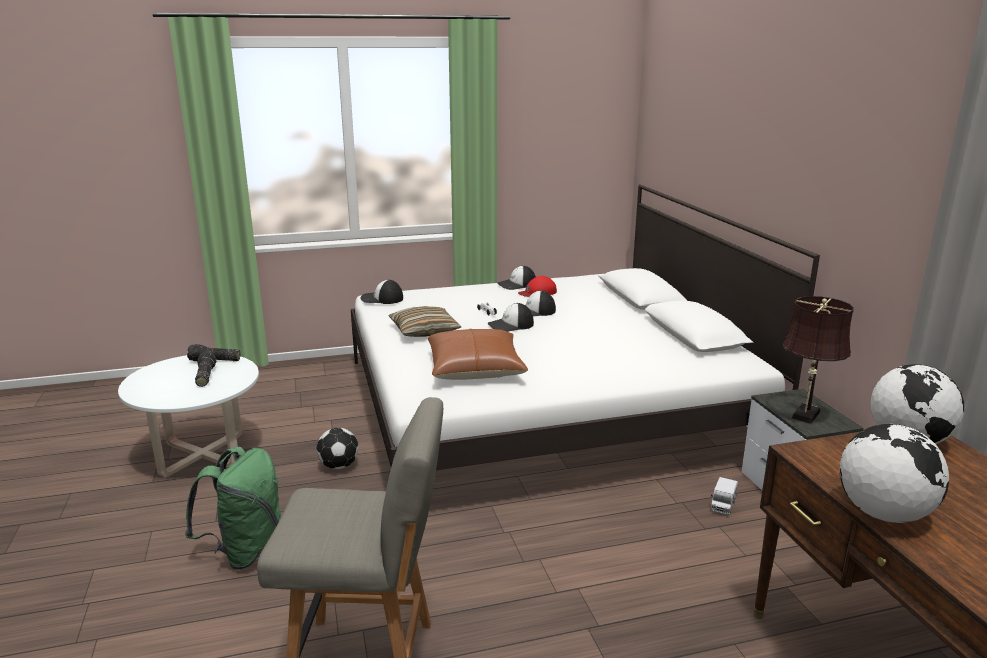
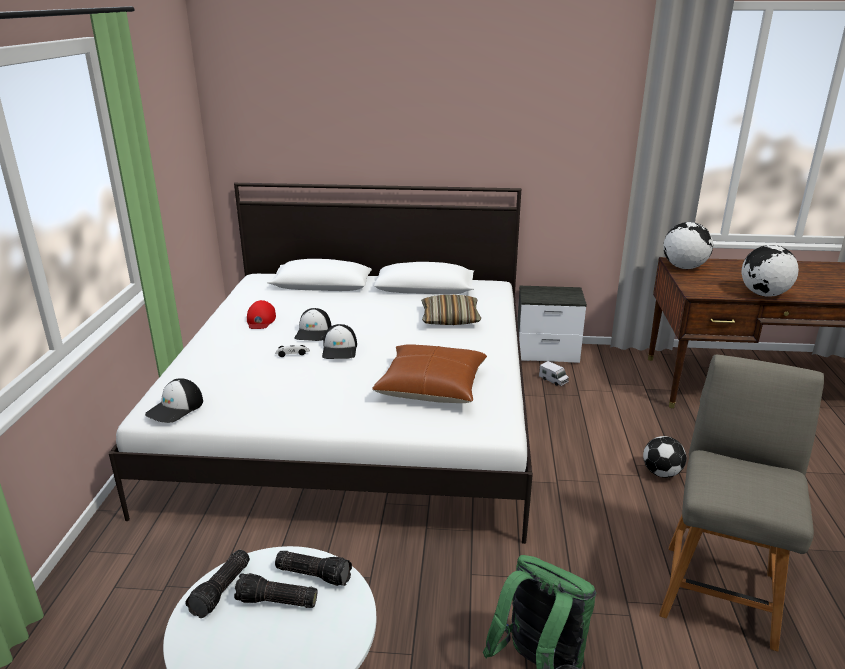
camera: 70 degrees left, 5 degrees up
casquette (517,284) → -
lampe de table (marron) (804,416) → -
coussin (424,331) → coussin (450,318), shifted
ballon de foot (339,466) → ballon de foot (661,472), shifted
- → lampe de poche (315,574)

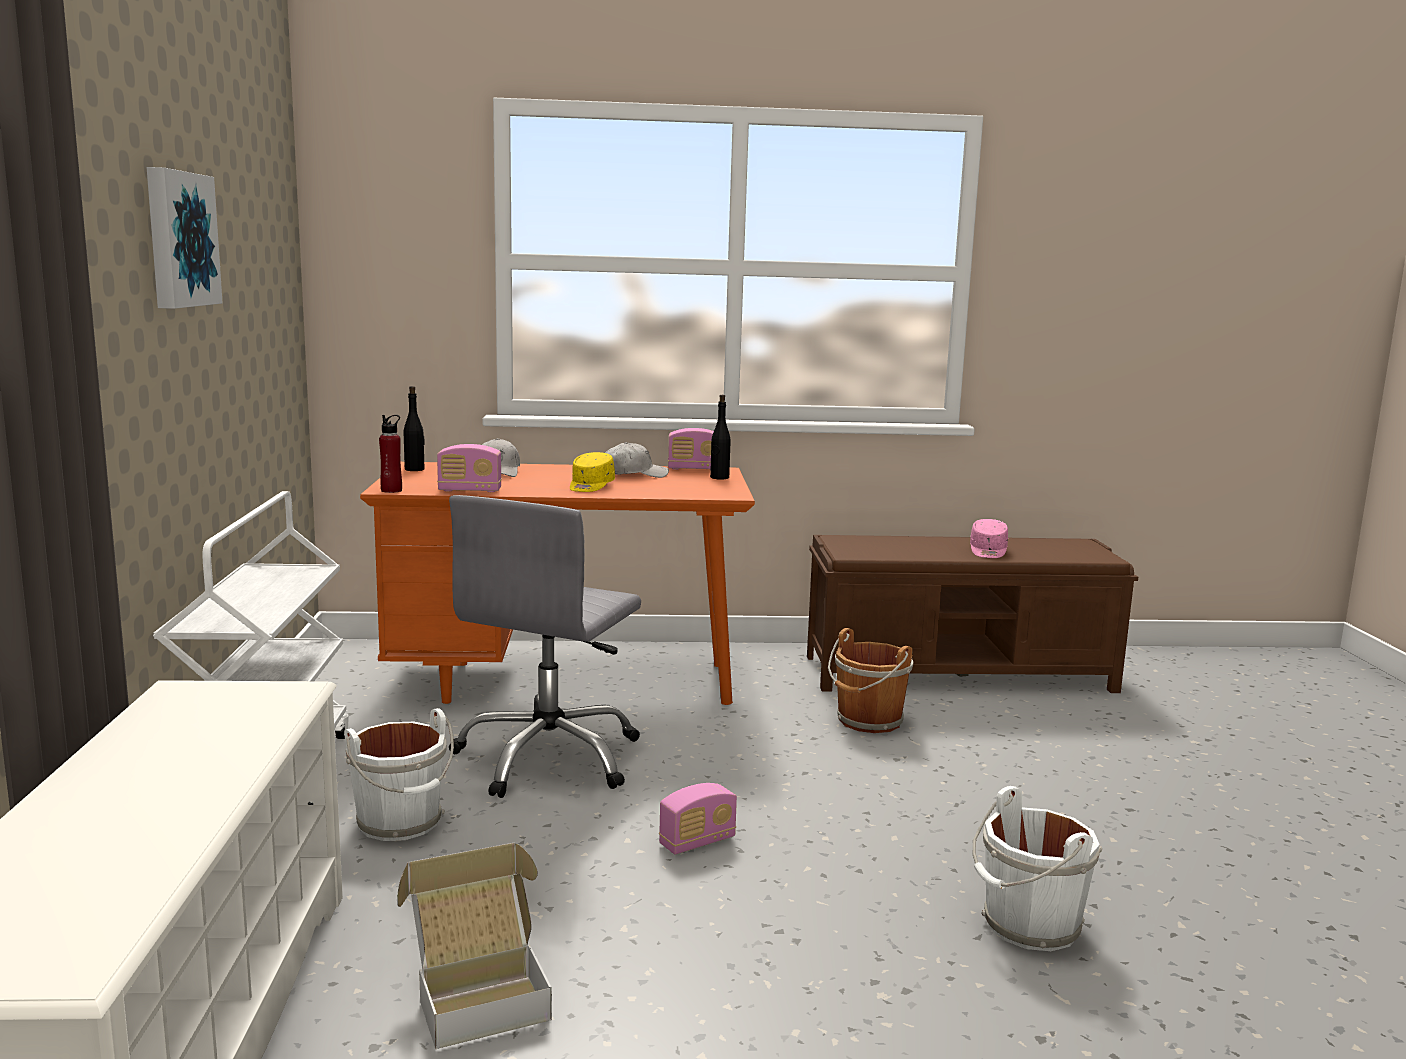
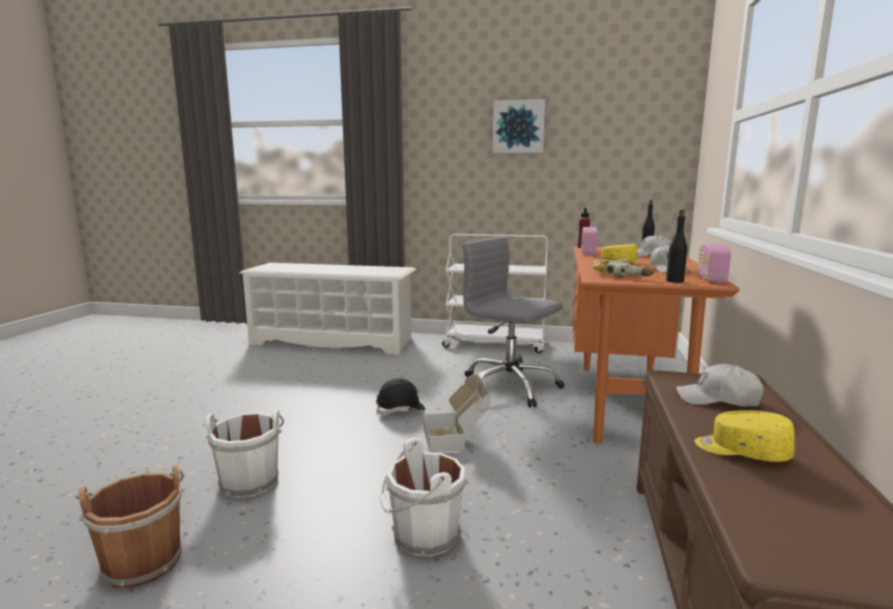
camera: 105 degrees right, 0 degrees up
casquette (rose) (988,551) → casquette (jaune) (741,451)
seau (marron) (868,721) → seau (marron) (142,561), shifted
seau (blanc) (401,823) → seau (blanc) (423,536), shifted
radio (697,842) → casque de chantier (noir) (400,410)
carton (478,993) → carton (456,438), shifted
- → perceuse (623,274)
- → casquette (blanc) (718,399)

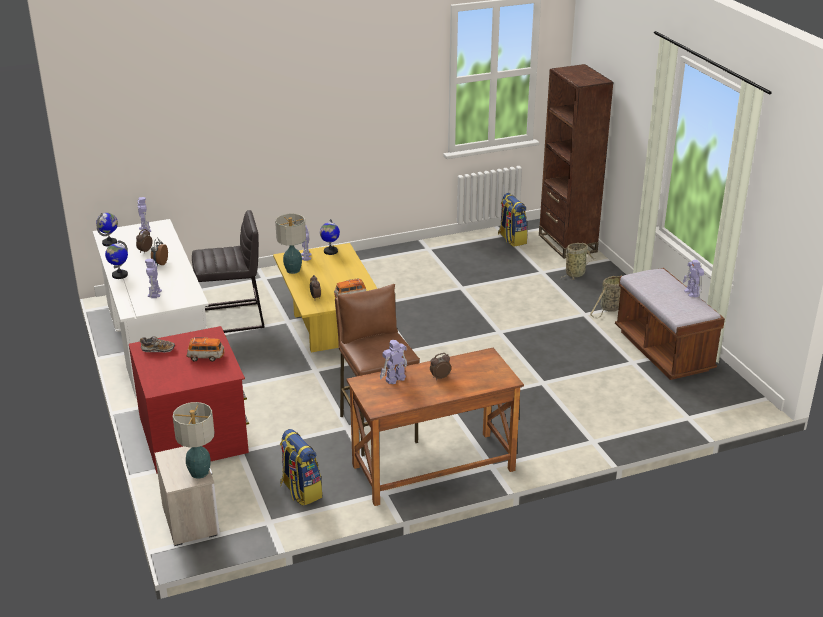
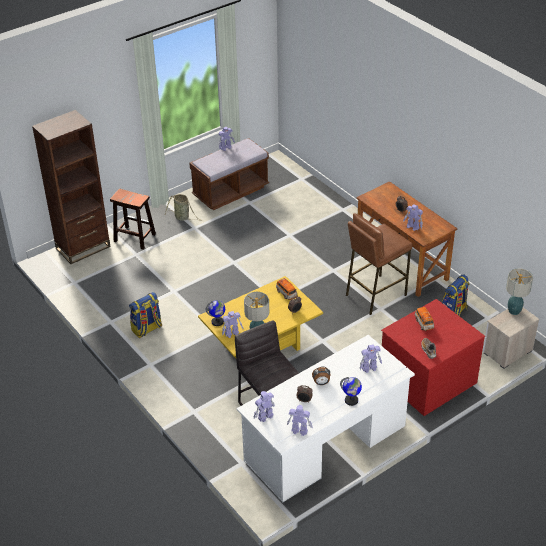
camera: 105 degrees left, 10 degrees up
sac à dos (511,239) → sac à dos (147,329), shifted
globe (110,243) → robot jouet (299,430)
panier (576,273) → tabouret (marron) (134,237)

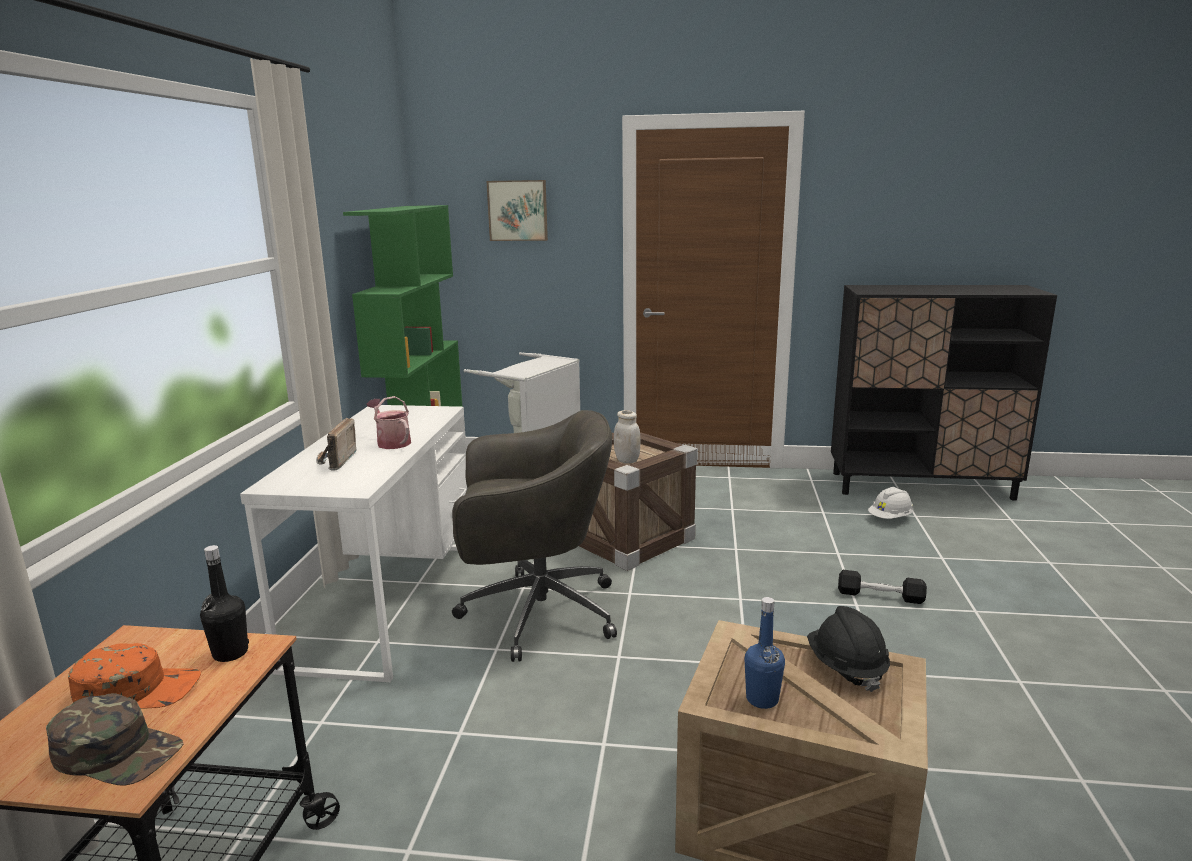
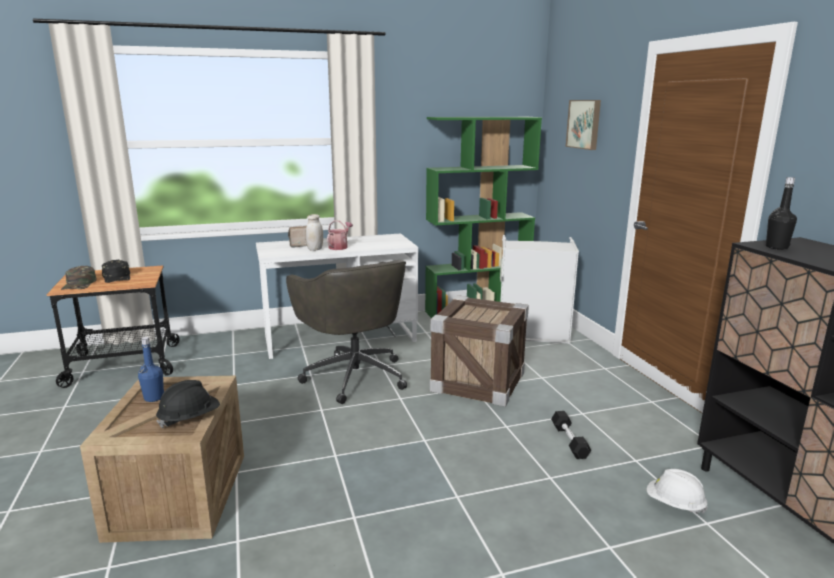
camera: 65 degrees right, 0 degrees up
bocal (blanc) (627,460) → bocal (blanc) (315,249), shifted
bouteille (noir) (230,653) → bouteille (noir) (776,247), shifted
haltère (noir) (880,596) → haltère (noir) (569,441), shifted
casquette (orange) (138,689) → casquette (noir) (117,277)

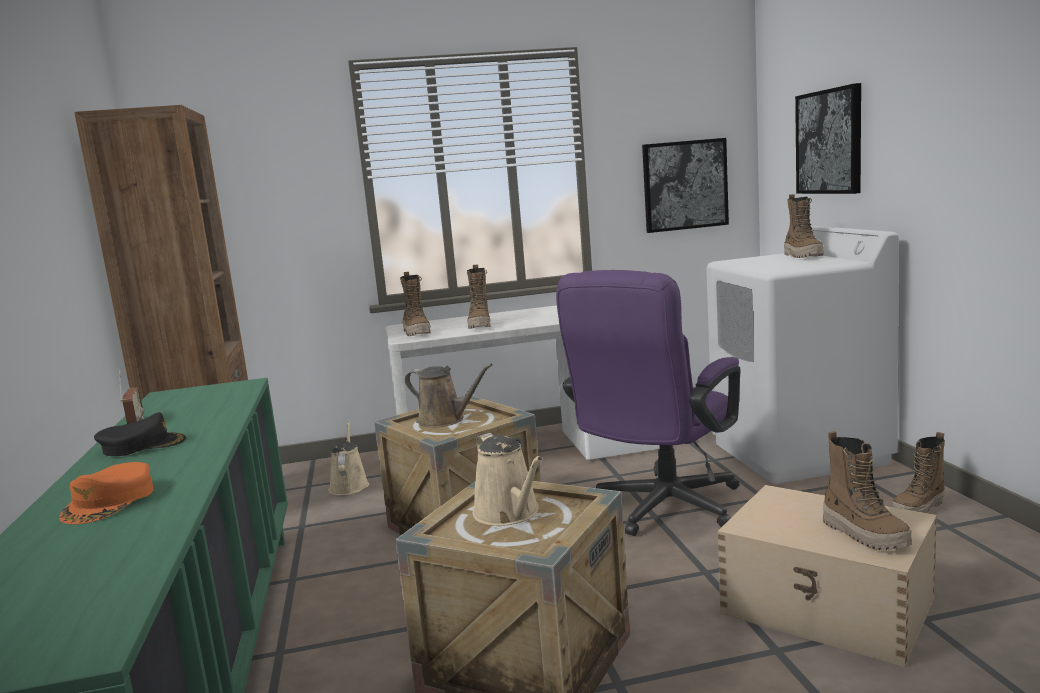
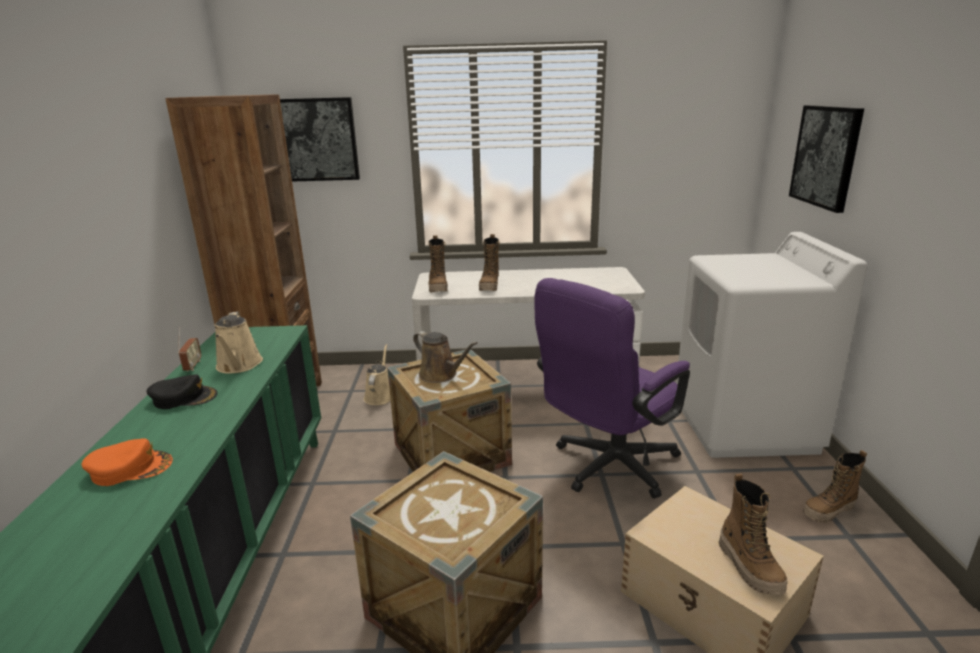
camera: 10 degrees right, 10 degrees up
tableau (684,185) → tableau (316,140), shifted
botte (803,256) → -
arrosoir (beige) (509,513) → arrosoir (beige) (239,366), shifted
casquette (orange) (110,502) → casquette (orange) (130,468), 120 degrees counterclockwise

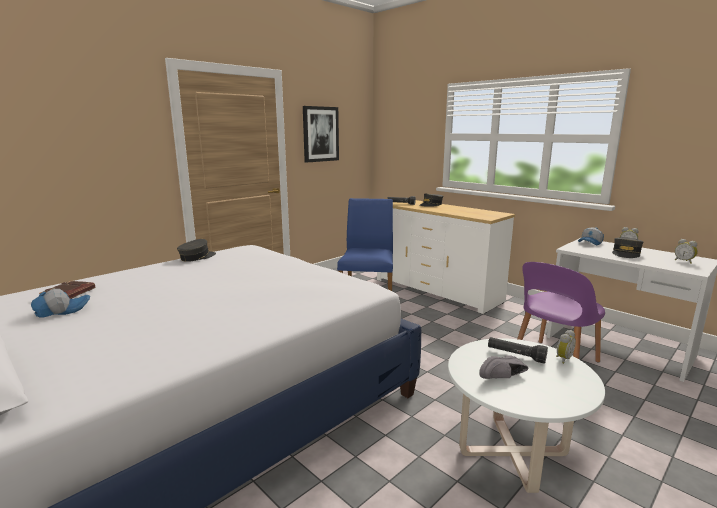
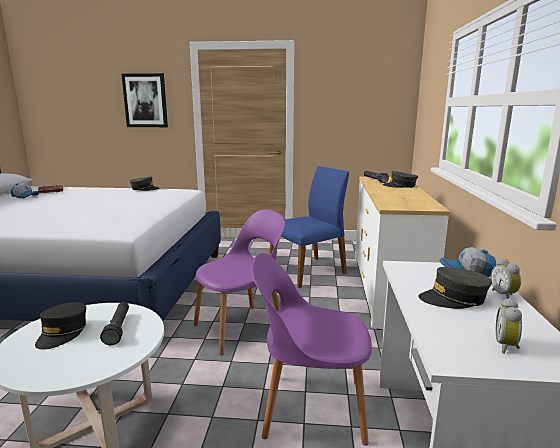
camera: 50 degrees right, 0 degrees up
tableau (320,134) → tableau (145,100), shifted
réveil (562,359) → -
chaussure (gris) (504,378) → casquette (noir) (63,332)
- → chaise (violet) (241,328)

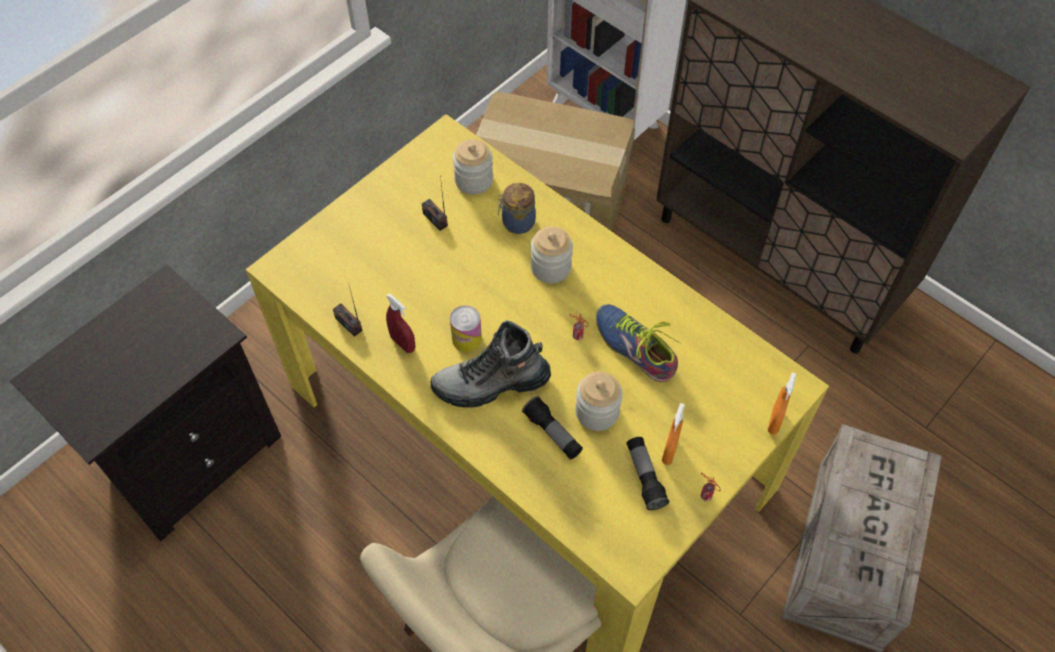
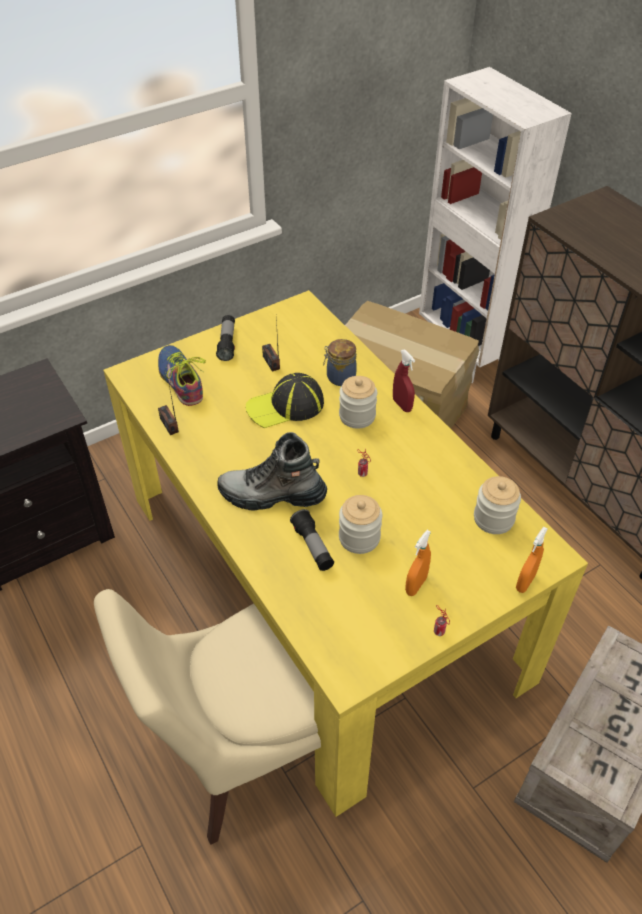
camera: 15 degrees right, 10 degrees down
bocal (474,180) → bocal (493,519), shifted
vaporisateur (rouge) (403,343) → vaporisateur (rouge) (402,405), shifted
chaussure (634,347) → chaussure (180,380), shifted
boîte métallique (467,339) → -
lampe de poche (645,477) → lampe de poche (227,343), shifted
- → casquette (285,406)

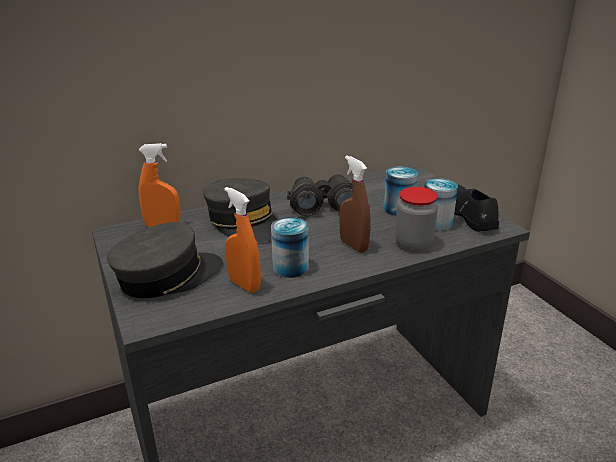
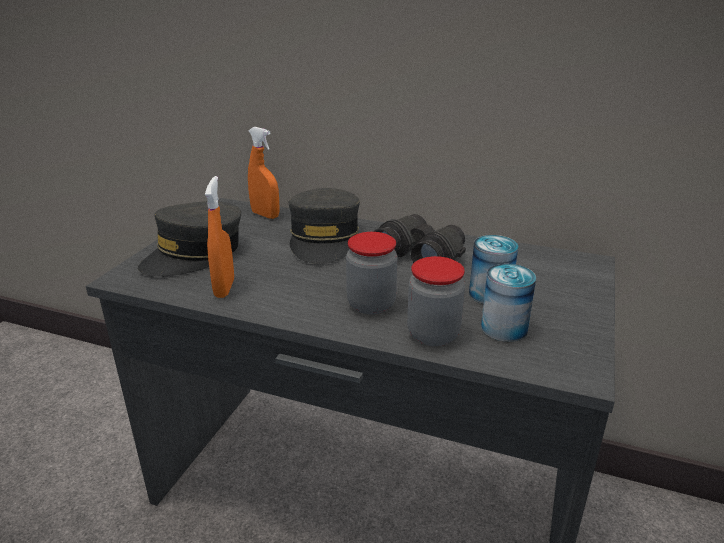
camera: 45 degrees right, 0 degrees up
vaporisateur (marron) (353,246) → bocal (371,304)
chaussure (noir) (469,214) → -
boîte métallique (290,268) → -
casquette (gris) (168,276) → casquette (gris) (194,254), 120 degrees clockwise

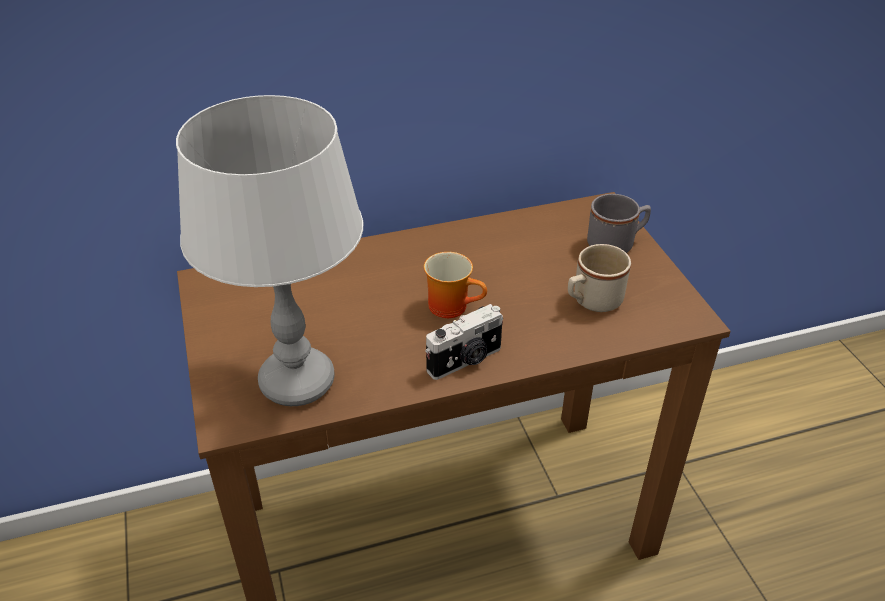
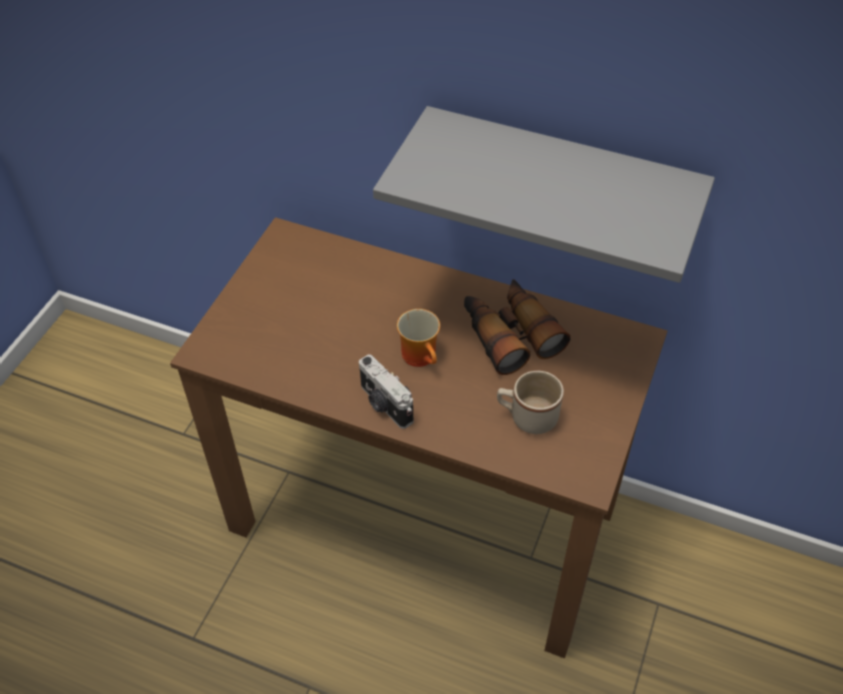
camera: 40 degrees right, 10 degrees up
lampe de table (gris) (298,382) → -
mug (gris) (616,244) → -
appareil photo (466,361) → appareil photo (384,405), 45 degrees clockwise
- → étagère (gris) (559,184)
- → jumelles (509,333)

